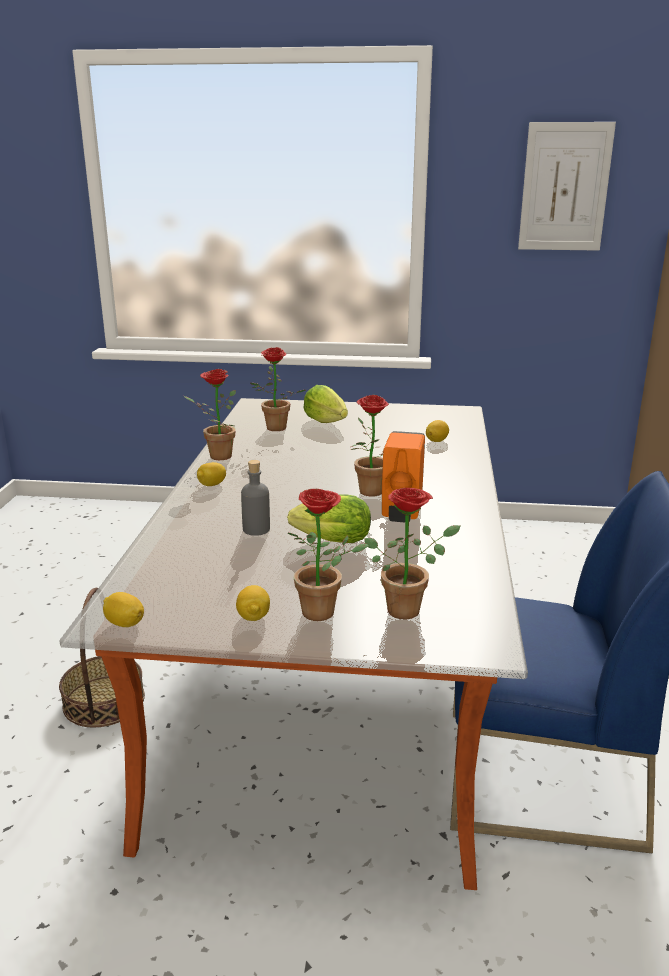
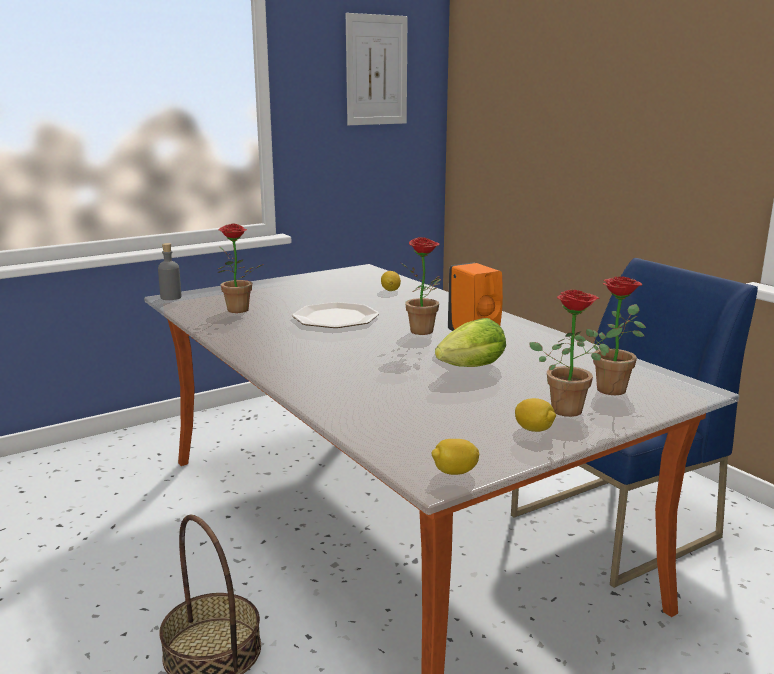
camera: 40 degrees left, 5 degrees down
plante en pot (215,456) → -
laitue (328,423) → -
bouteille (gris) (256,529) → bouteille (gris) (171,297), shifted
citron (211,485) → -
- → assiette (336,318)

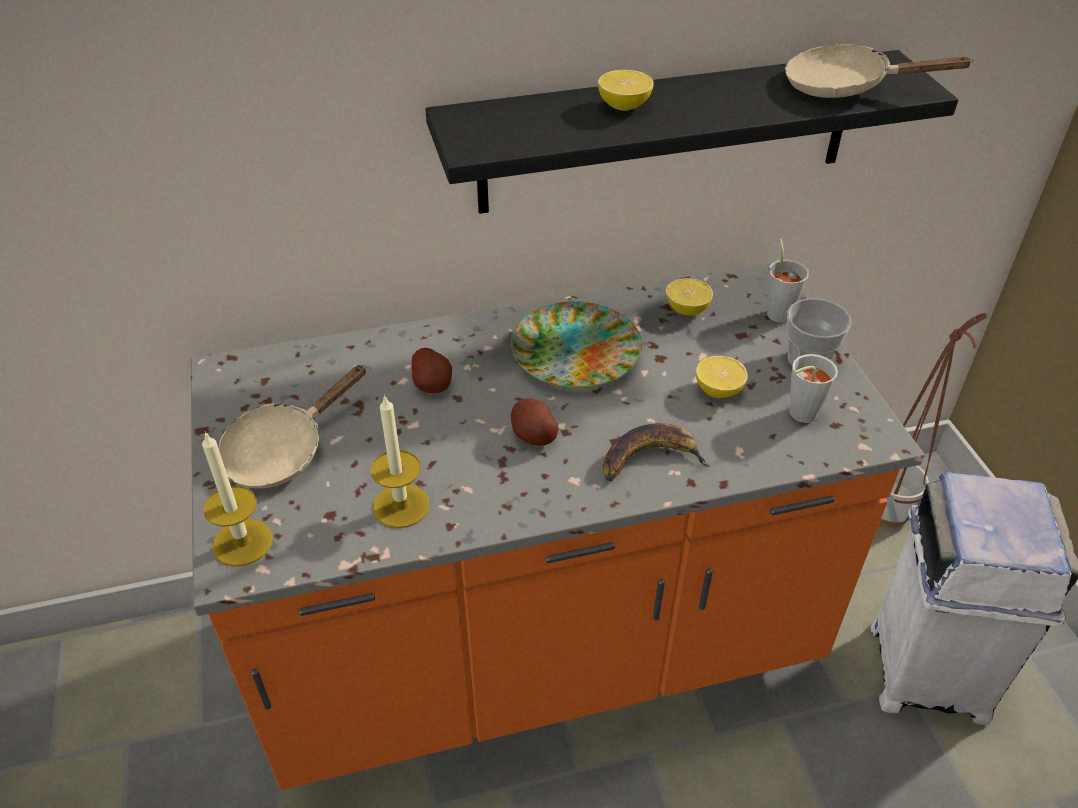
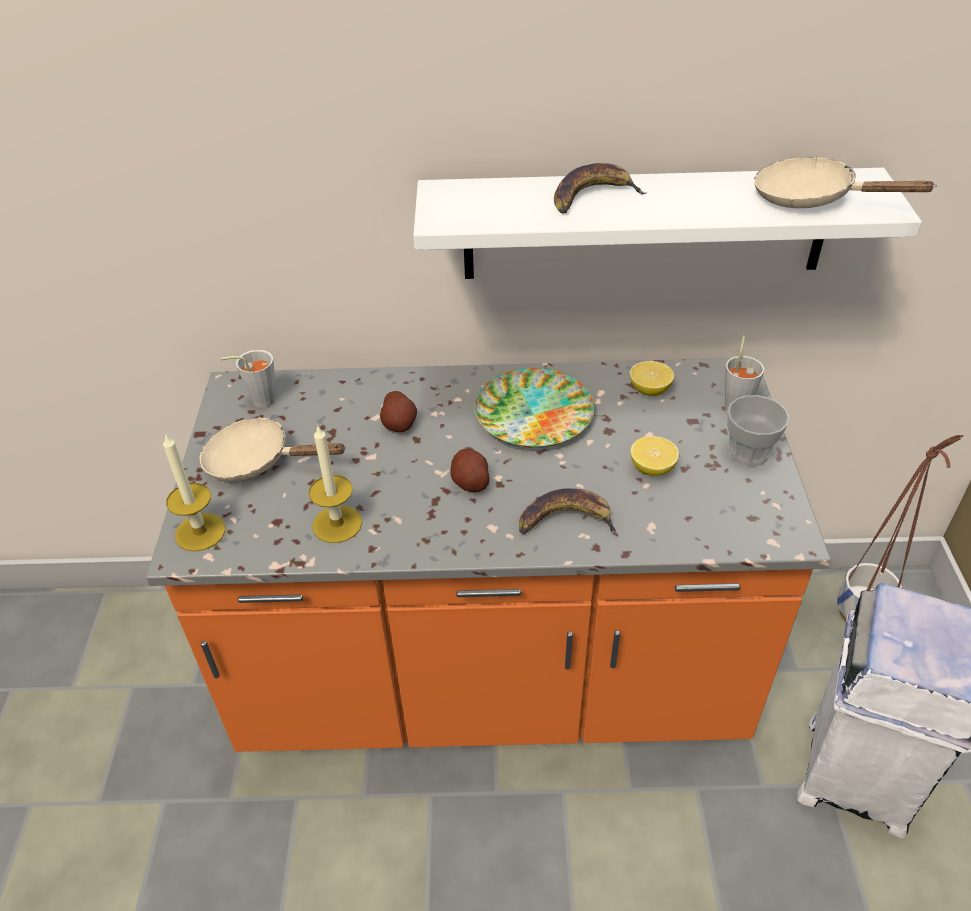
camera: 15 degrees right, 0 degrees up
étagère (noir) (667,133) → étagère (blanc) (645,224)
citron (624,106) → banane (592,196)
tasse (gris) (798,415) → tasse (gris) (258,401), shifted
poêle (beige) (283,450) → poêle (beige) (257,461), 45 degrees clockwise

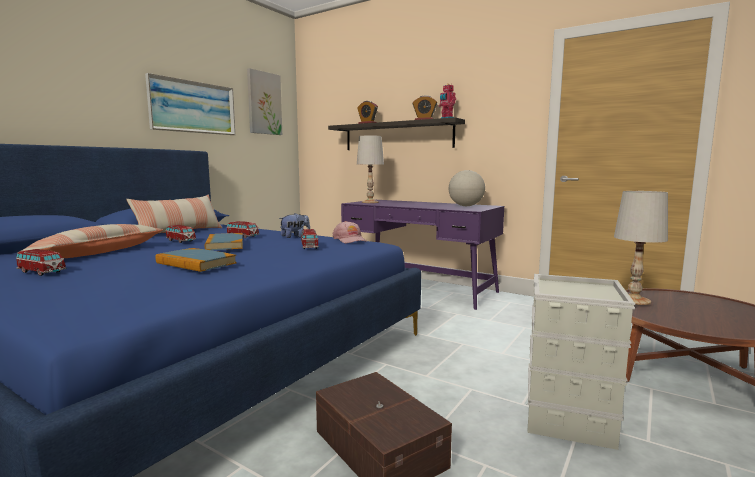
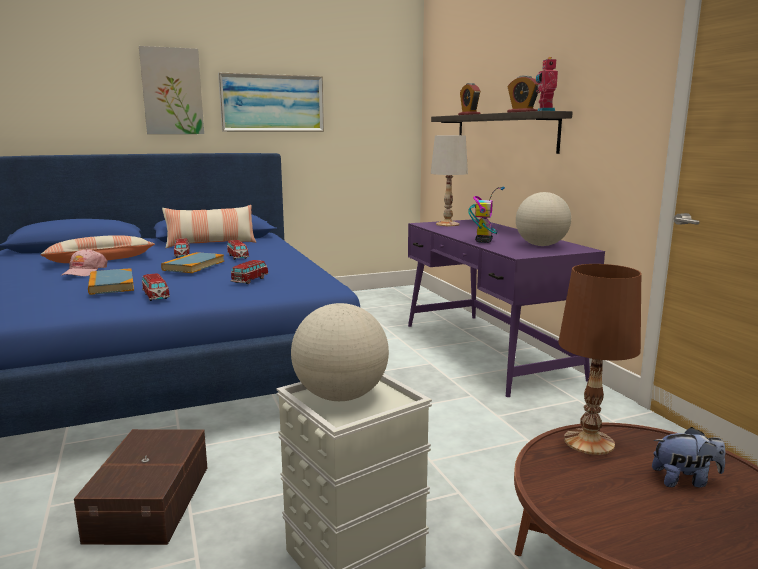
camera: 35 degrees right, 5 degrees up
tableau (264,103) → tableau (172,91), shifted
lampe de table (blanc) (633,300) → lampe de table (marron) (589,441)
peluche (295,237) → peluche (685,480), shifted
casquette (rose) (350,240) → casquette (rose) (84,271), shifted
petite voiture (41,272) → petite voiture (156,296), shifted
- → robot jouet (483,241)
- → globe (341,396)

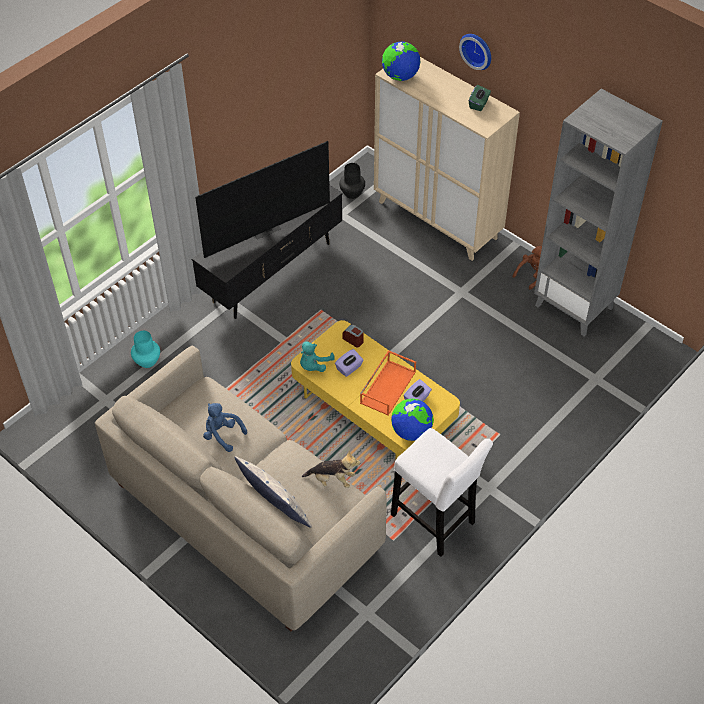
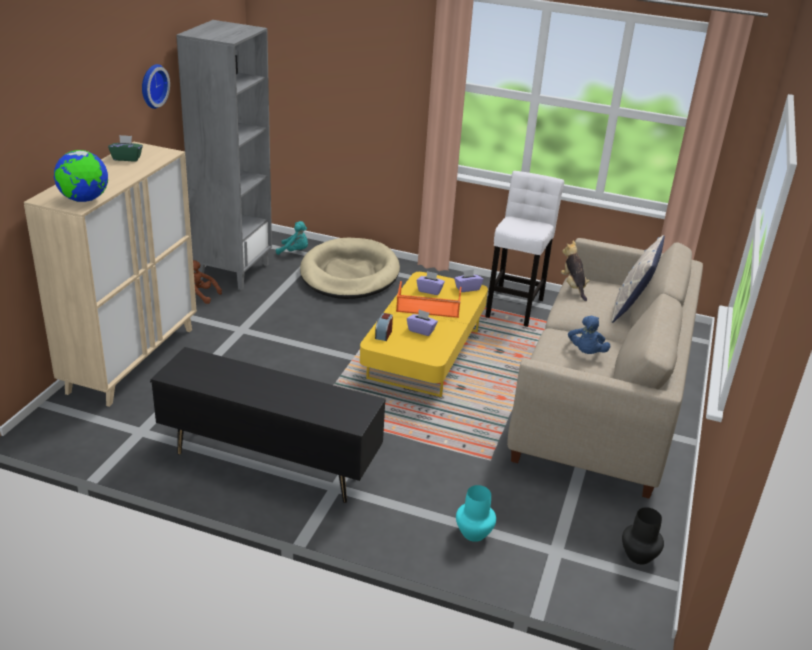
camera: 115 degrees left, 20 degrees down
horloge murale (477,50) → horloge murale (152,85), shifted
téléviseur (265,228) → -
vase (noir) (352,193) → vase (noir) (638,556), shifted
peluche (turquoise) (314,365) → peluche (turquoise) (295,251), shifted
globe (411,431) → boîte à mouchoirs (violet) (467,288)
- → panier pour chien (beige) (349,274)

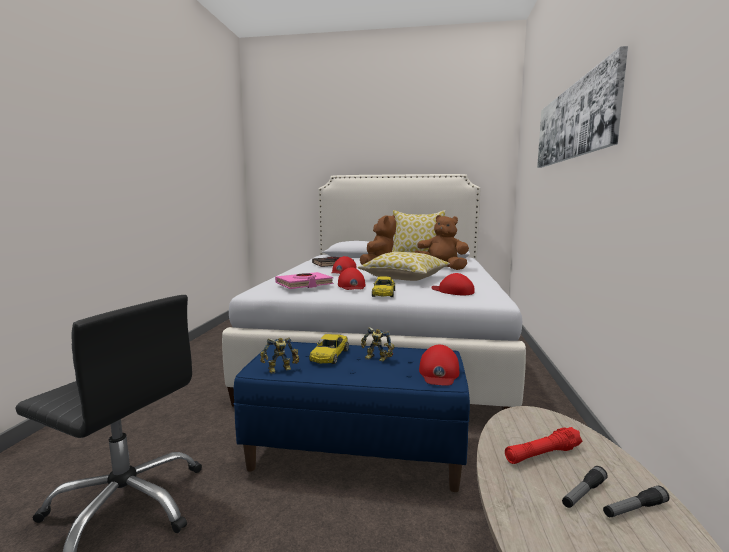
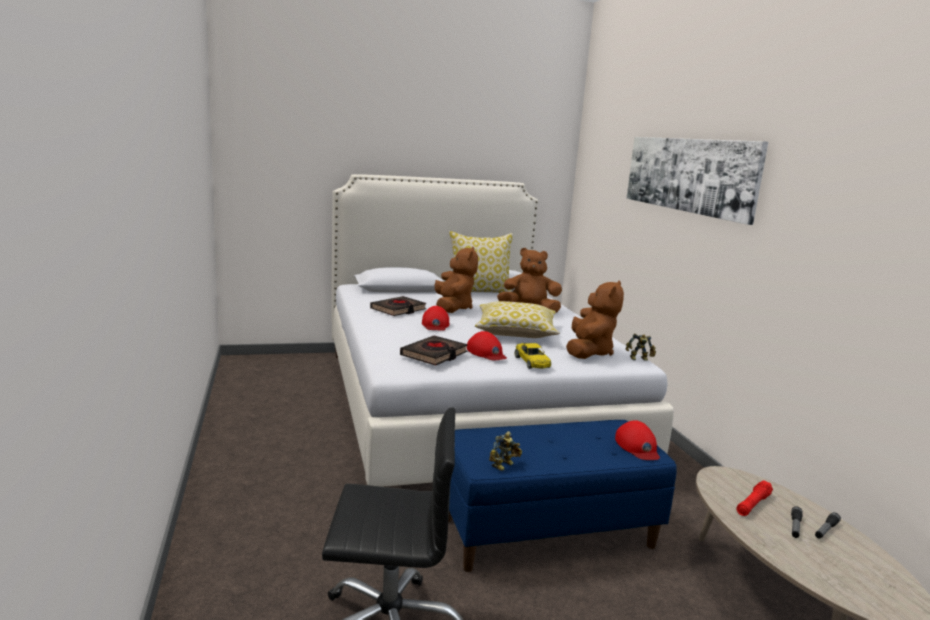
camera: 25 degrees left, 5 degrees up
livre (rose) (304,284) → livre (noir) (434,354)
casquette (rouge) (452,291) → peluche (marron) (589,352)
robot jouet (376,359) → robot jouet (639,359), shifted
petite voiture (jaune) (330,355) → -

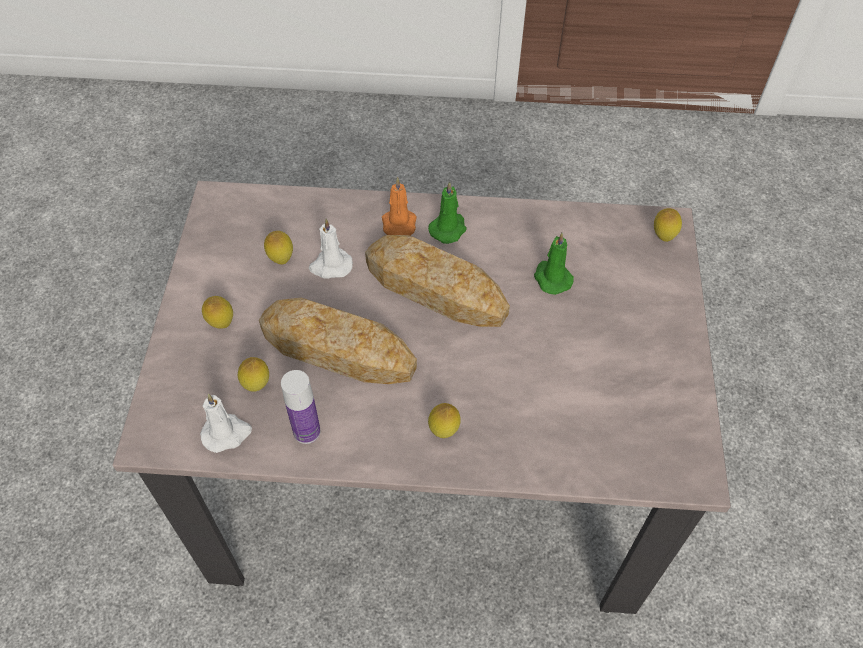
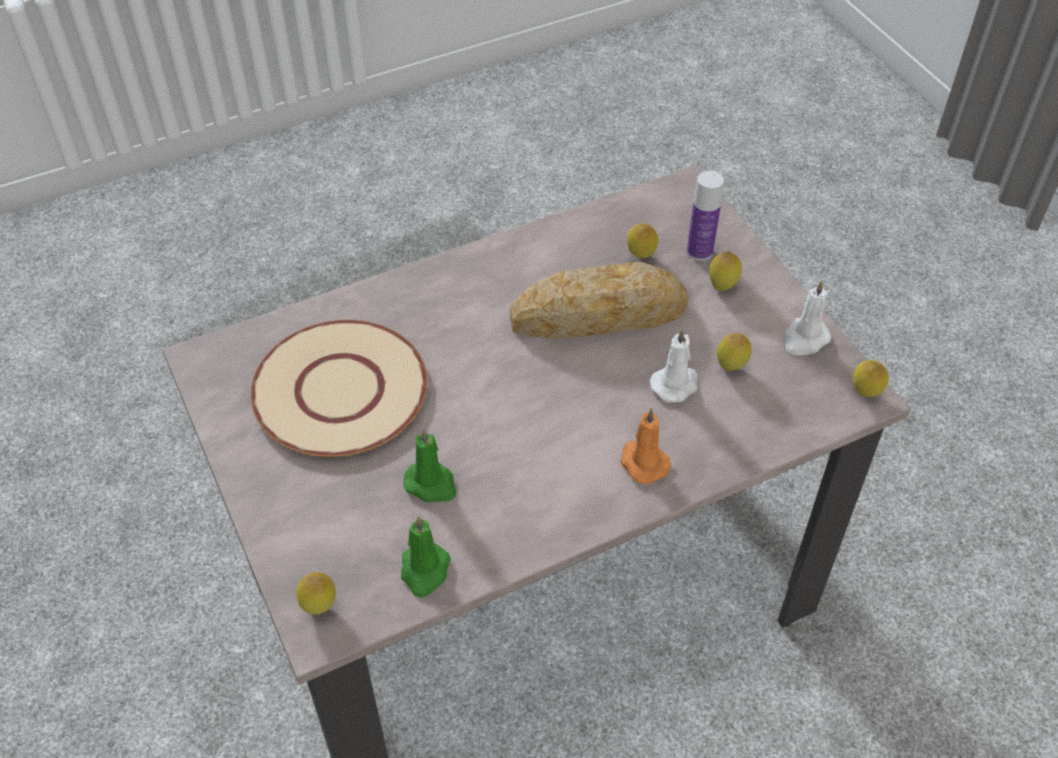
camera: 150 degrees right, 5 degrees down
bougie (vert) (448,228) → bougie (vert) (424,571), shifted
pain (434,288) → -
bouteille (307,431) → bouteille (699,251), shifted
bougie (blanc) (227,433) → bougie (blanc) (805,339), shifted
citron (444,431) → citron (865,394), shifted
- → assiette (beige) (339,391)

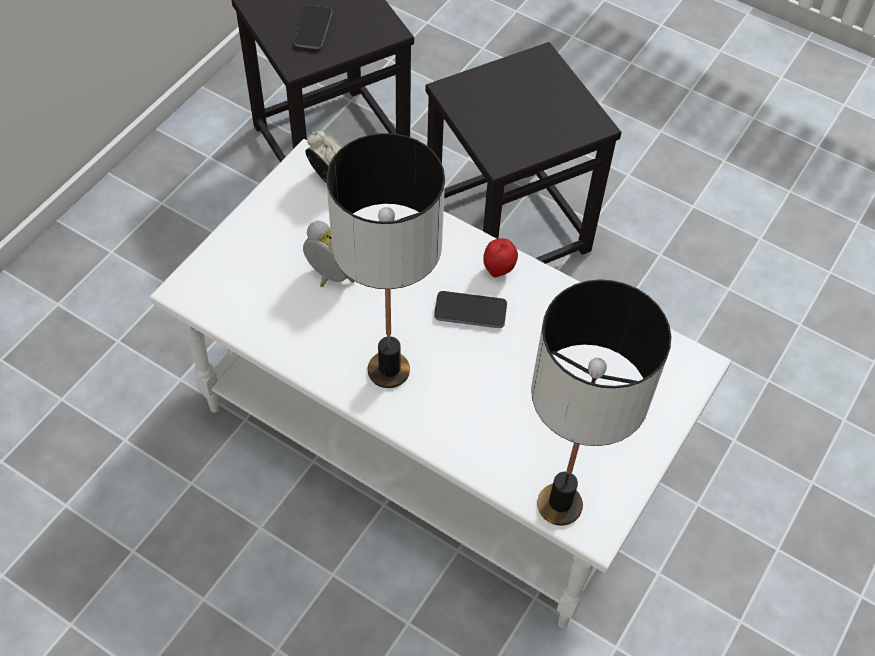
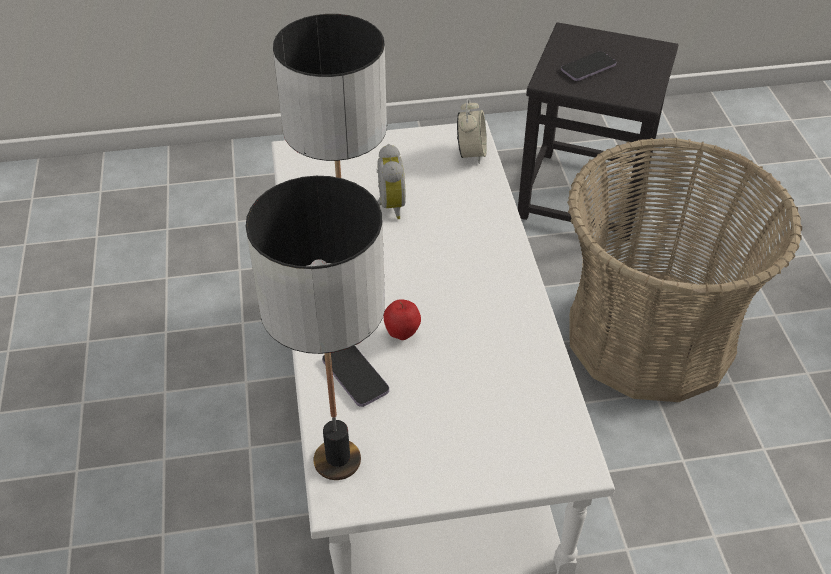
camera: 50 degrees right, 10 degrees down
tabouret (noir) (507,228) → panier (650,336)
pomme (499,270) → pomme (402,334), shifted
téléphone (470,311) → téléphone (355,376), shifted

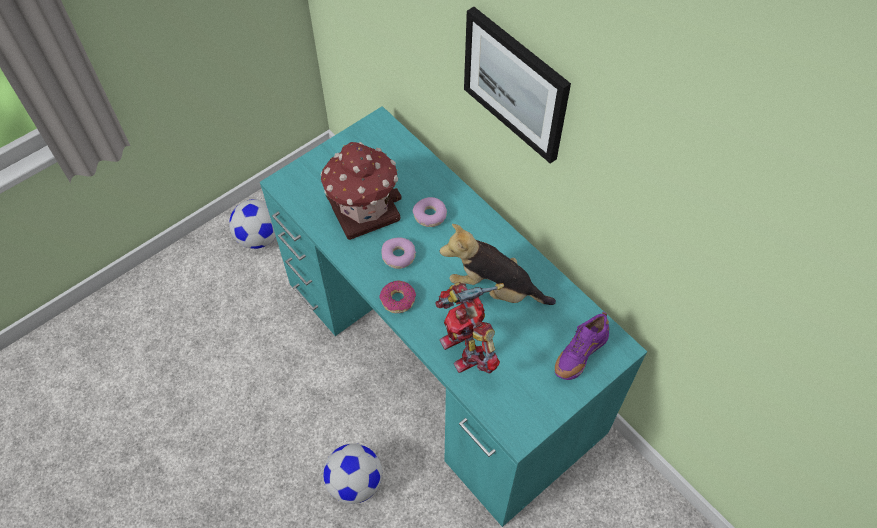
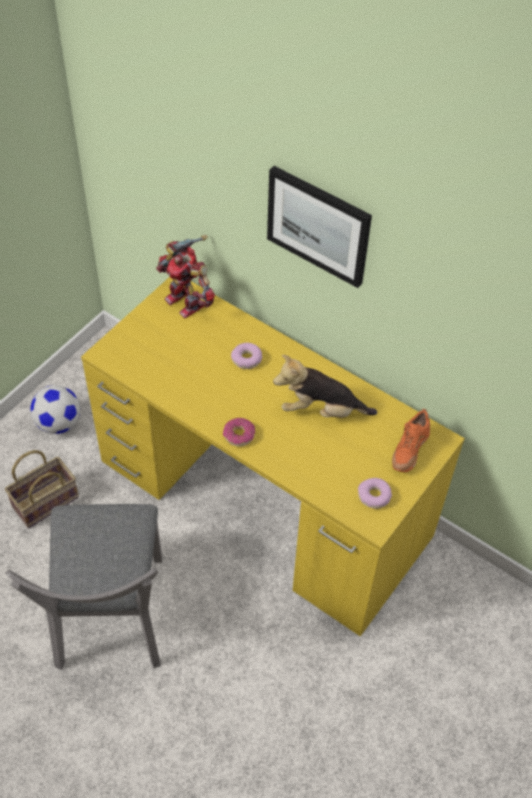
camera: 15 degrees left, 5 degrees down
bureau (turquoise) (440,356) → bureau (jaune) (264,499)
maison miniature (362,206) → -
beignet (398,256) → beignet (374,496), shifted
robot jouet (466,348) → robot jouet (186,301), shifted
chaussure (violet) (579,355) → chaussure (orange) (408,452)
ballon de foot (355,482) → -
- → panier (46,500)
- → chaise (gris) (110,622)

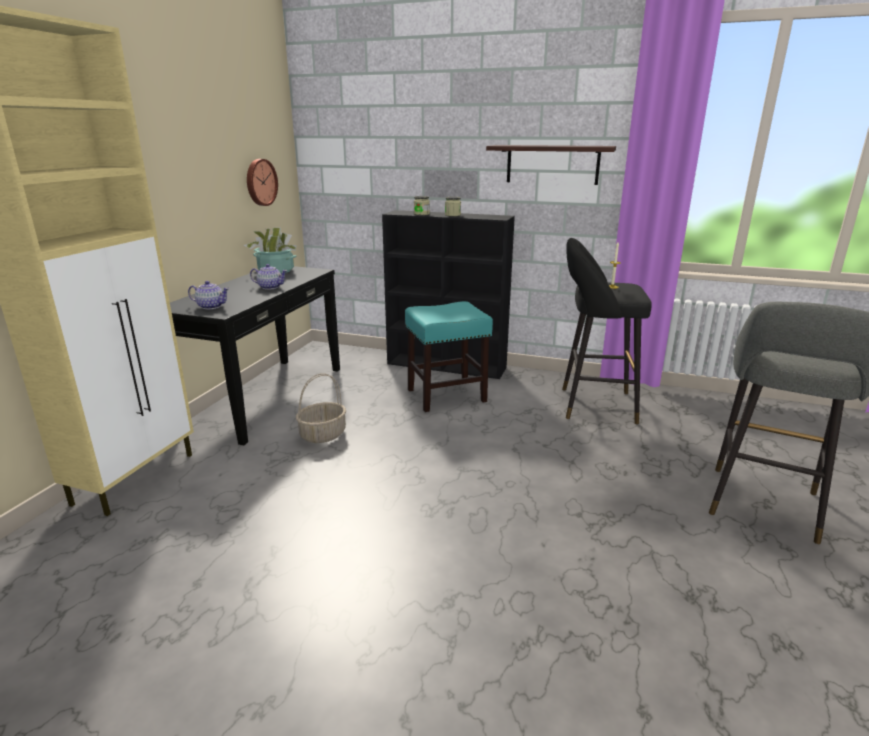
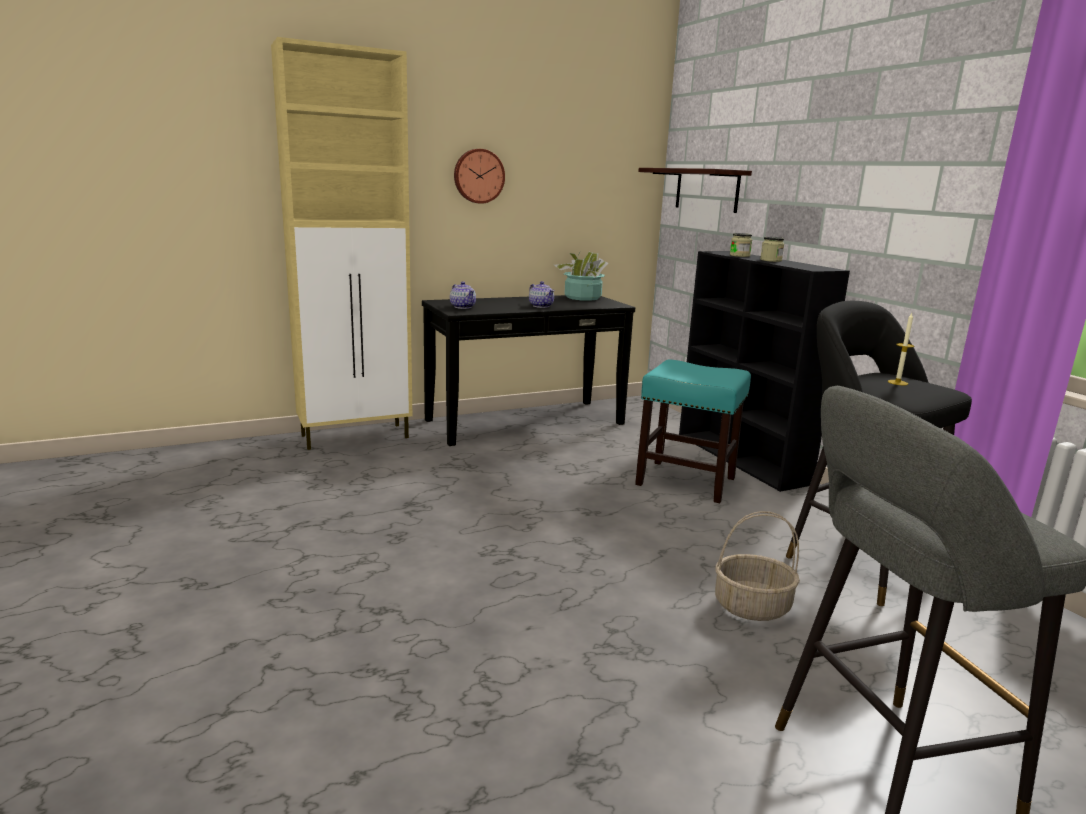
camera: 45 degrees right, 5 degrees down
étagère (552,164) → étagère (707,190), shifted
horloge murale (260,182) → horloge murale (478,176), shifted
panier (323,434) → panier (752,606), shifted

